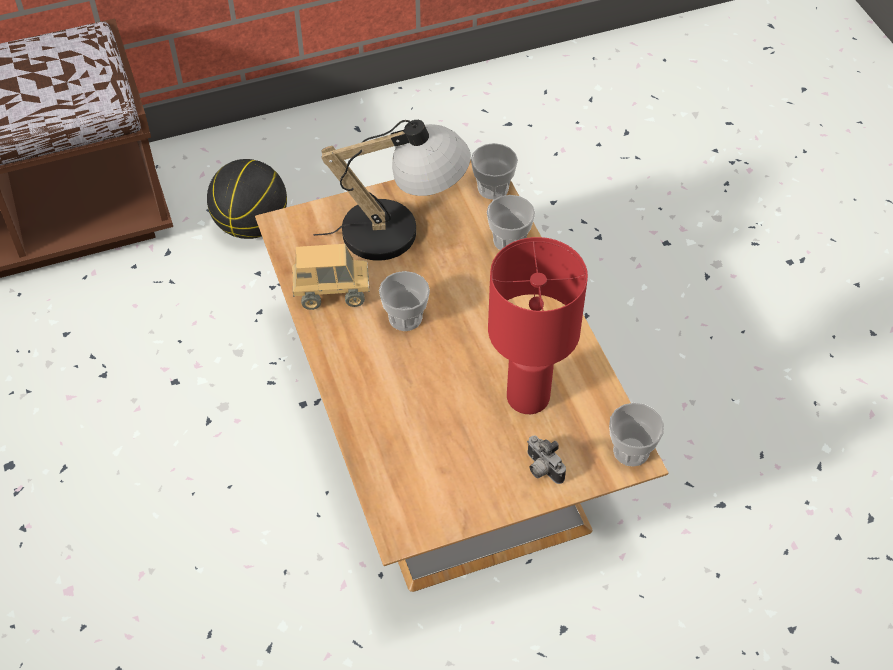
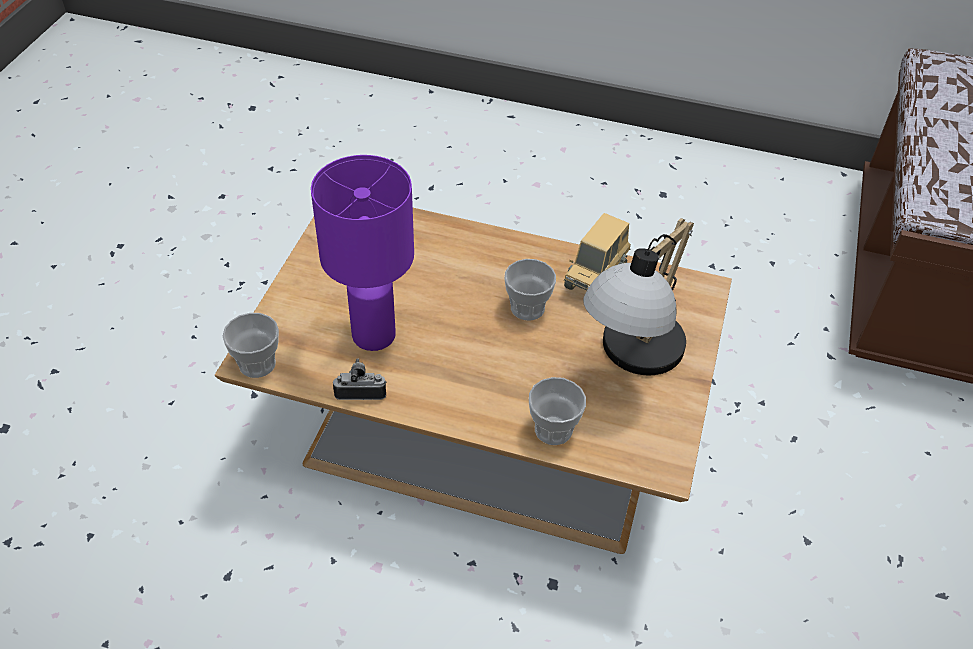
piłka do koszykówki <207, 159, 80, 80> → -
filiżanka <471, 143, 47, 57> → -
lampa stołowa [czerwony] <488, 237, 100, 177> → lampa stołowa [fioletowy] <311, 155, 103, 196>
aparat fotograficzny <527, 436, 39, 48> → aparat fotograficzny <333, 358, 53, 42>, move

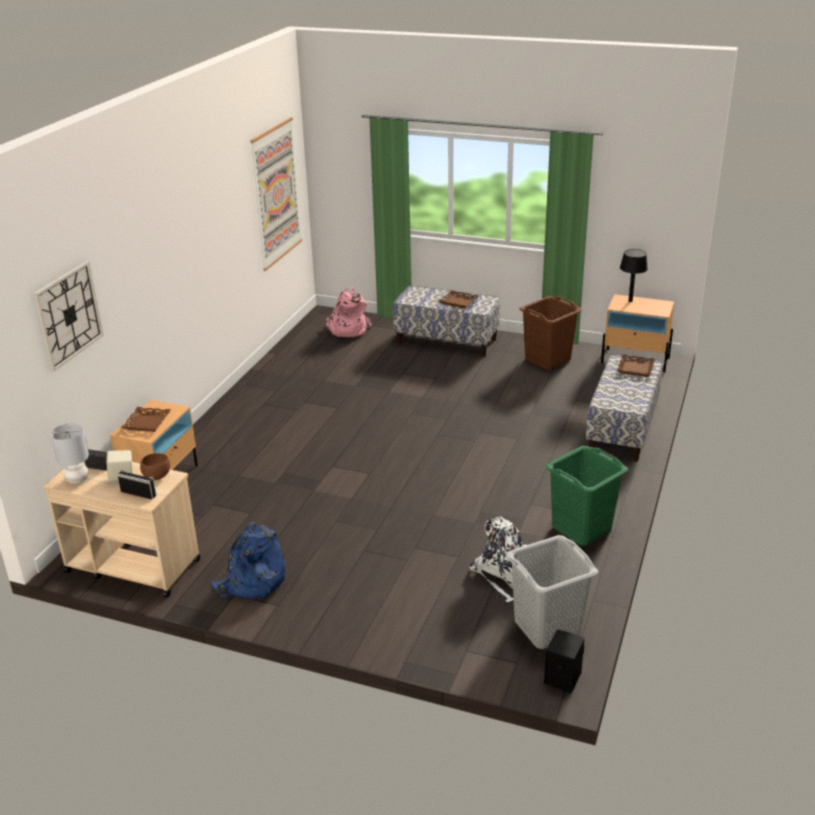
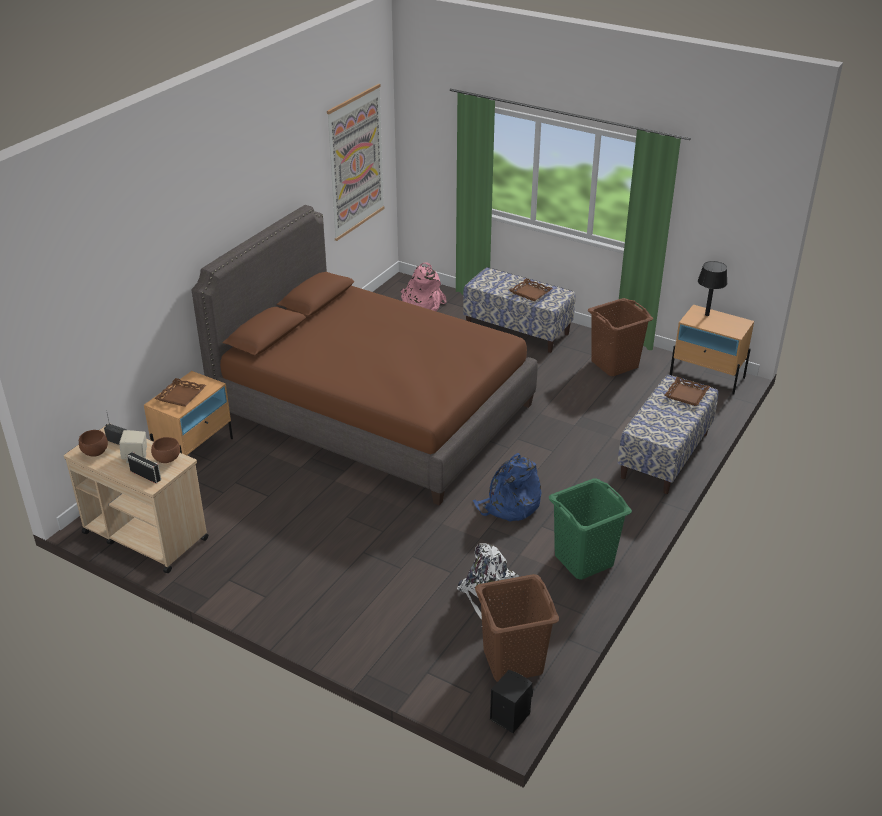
zegar ścienny <33, 261, 71, 111> → -
lampa stołowa [szary] <50, 423, 39, 61> → miska [brązowy] <79, 430, 29, 27>
plecak [niebieski] <211, 522, 74, 78> → plecak [niebieski] <473, 453, 68, 69>, move
kosz na pranie [szary] <506, 535, 92, 114> → kosz na pranie [brązowy] <475, 574, 84, 108>
- → łóżko [brązowy] <191, 205, 347, 300>

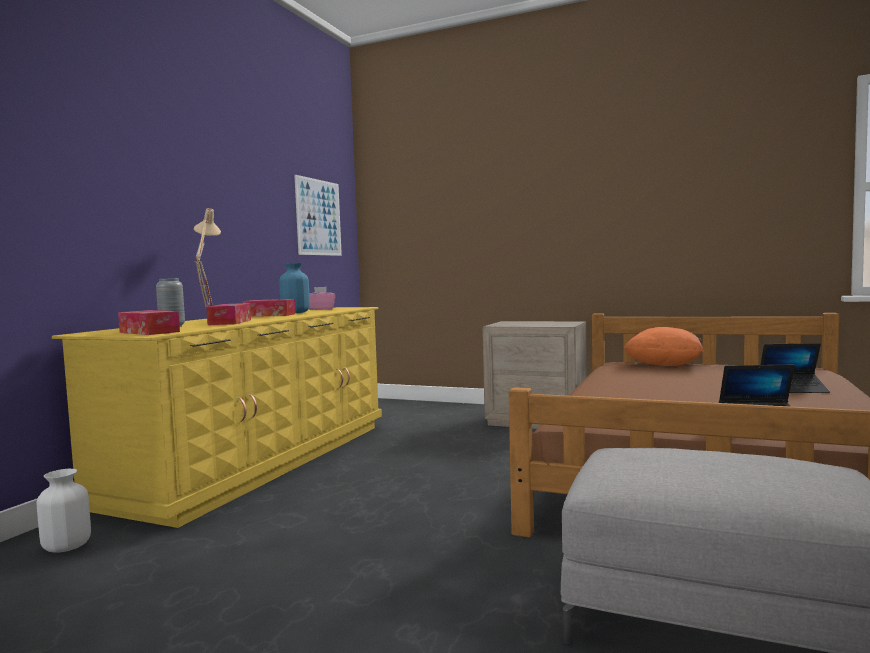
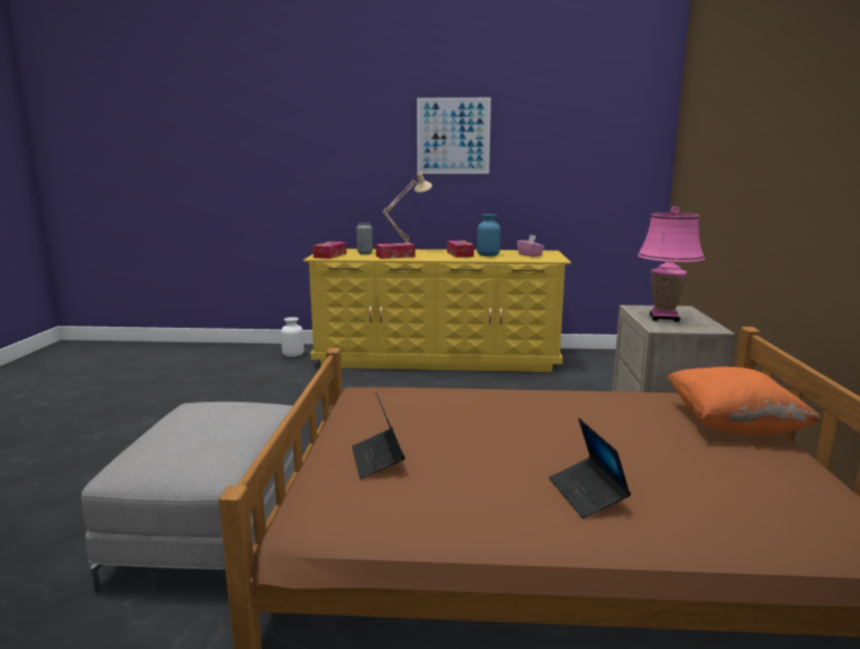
obraz <294, 175, 48, 81> → obraz <417, 97, 74, 77>, move
- → lampa stołowa [różowy] <637, 206, 68, 116>

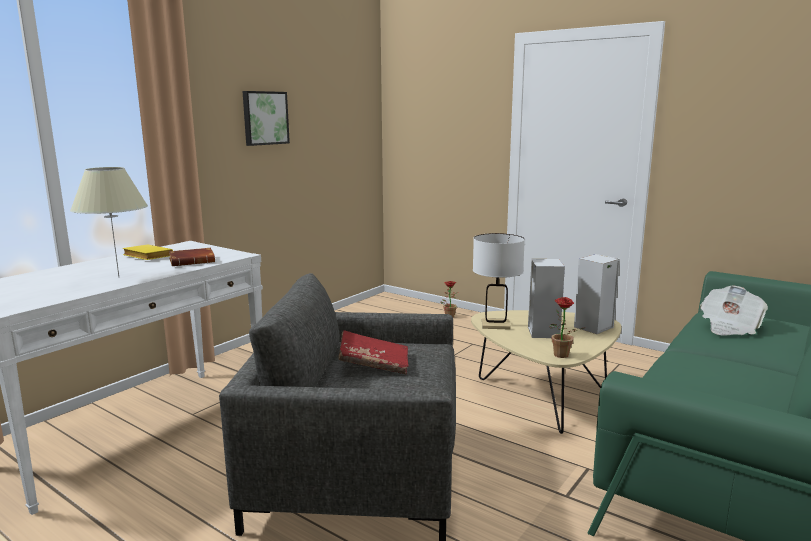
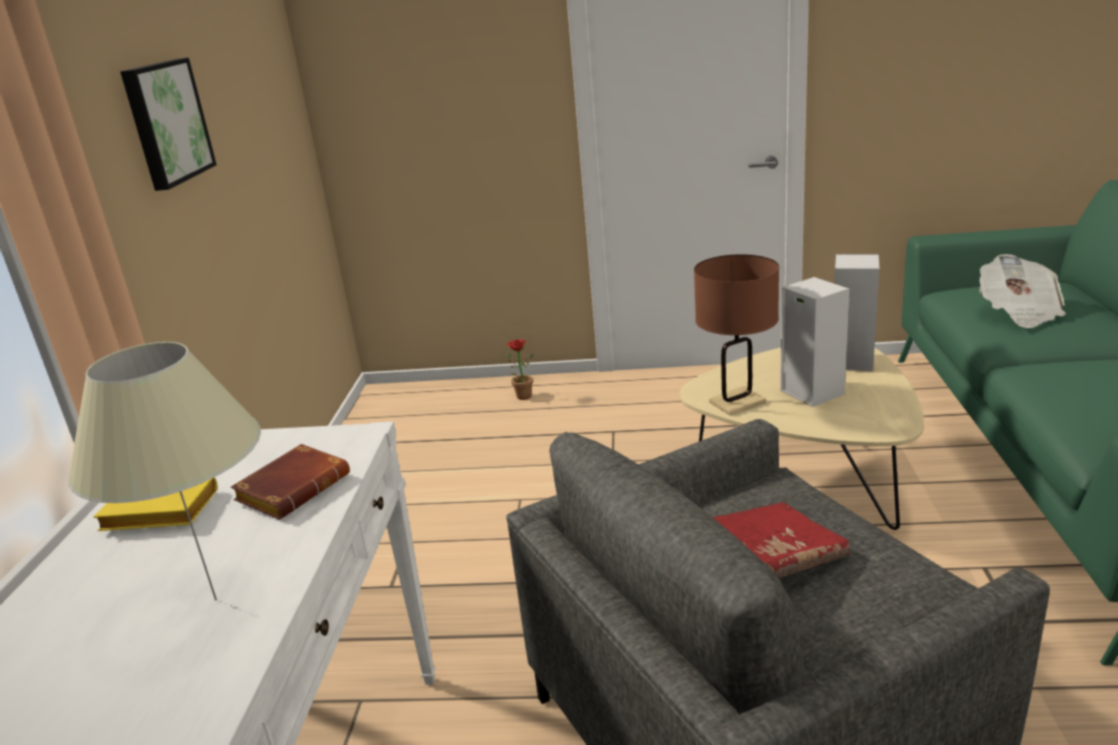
lampa stołowa [biały] <473, 233, 52, 96> → lampa stołowa [brązowy] <694, 254, 85, 162>
roślina doniczkowa <550, 297, 34, 61> → -

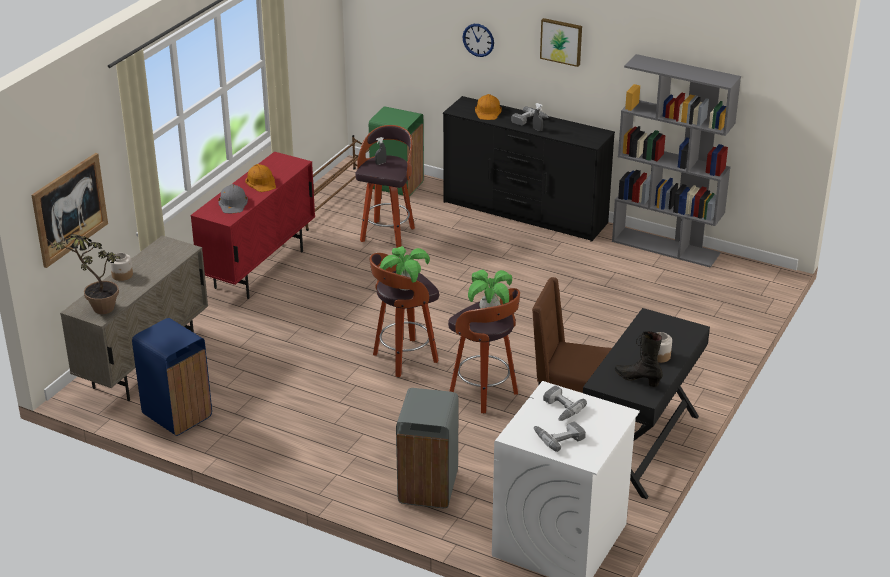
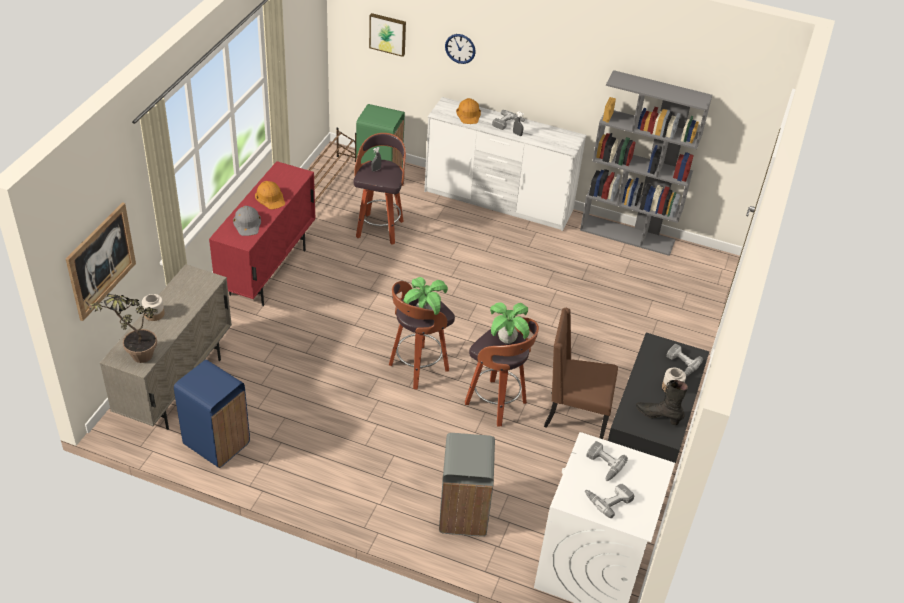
komoda [czarny] <443, 96, 172, 146> → komoda [biały] <424, 97, 162, 134>
obraz <540, 18, 42, 49> → obraz <369, 13, 37, 44>, move
- → wiertarka <666, 344, 37, 33>

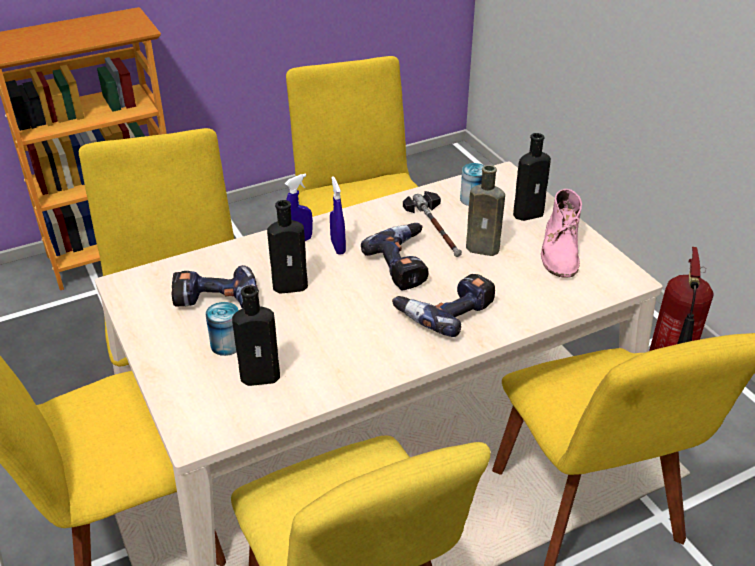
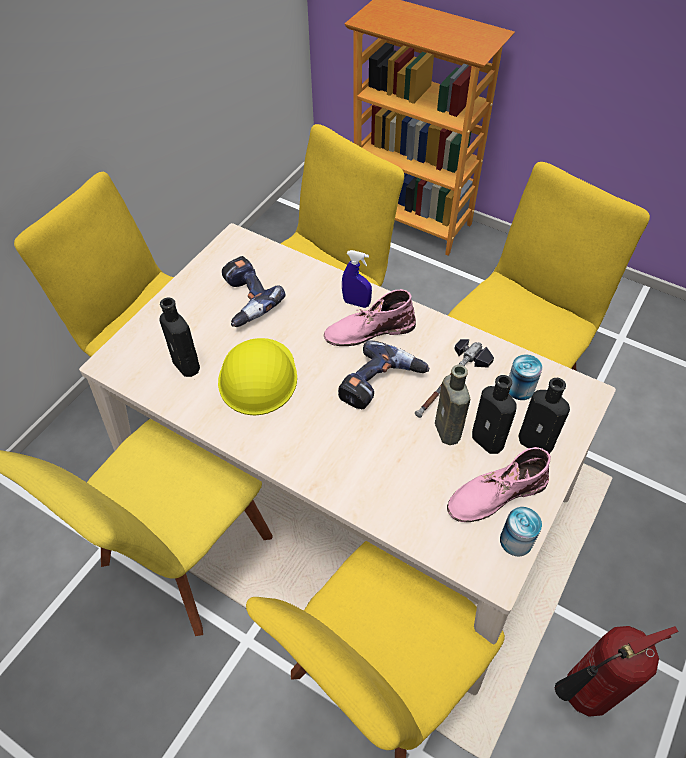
puszka <206, 302, 33, 54> → puszka <500, 507, 42, 49>, move
butelka [czarny] <267, 200, 41, 94> → butelka [czarny] <472, 375, 45, 79>, move
spryskiwacz [niebieski] <330, 176, 16, 79> → but z cholewką [różowy] <324, 289, 92, 57>
wiertarka <392, 274, 103, 63> → -
- → kask [żółty] <218, 338, 79, 77>

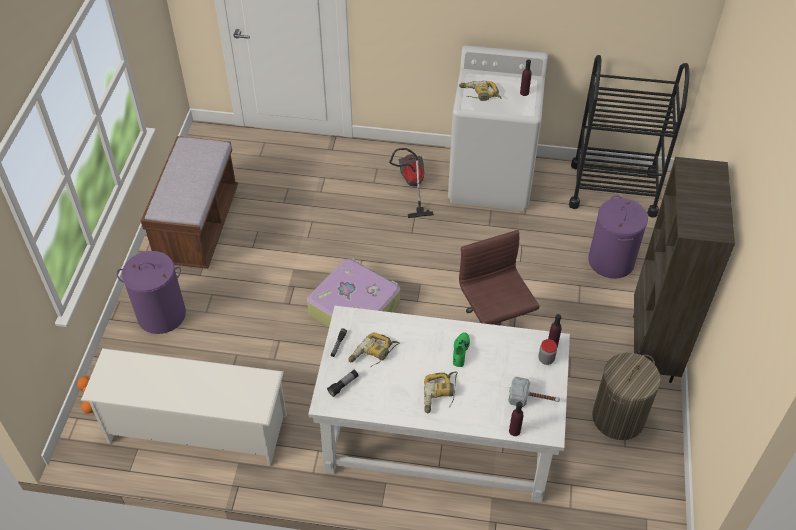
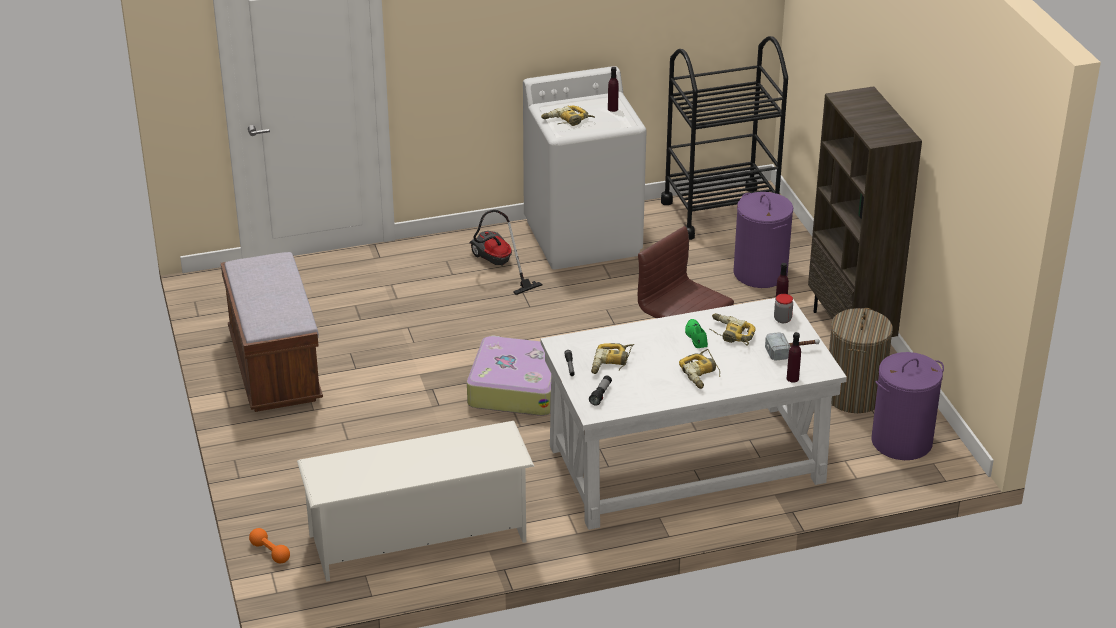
kosz na pranie [fioletowy] <117, 251, 69, 83> → kosz na pranie [fioletowy] <871, 352, 73, 108>, move
- → wiertarka <709, 313, 47, 33>

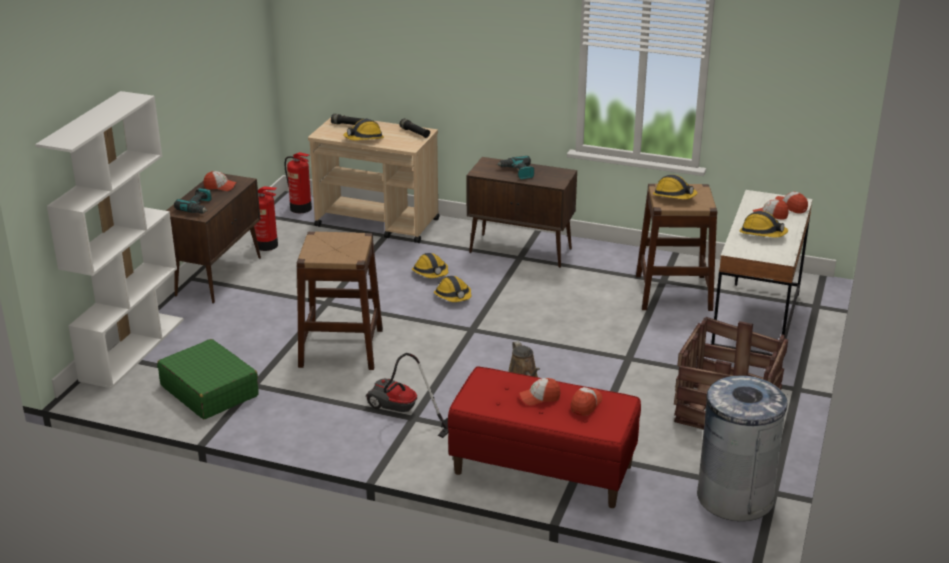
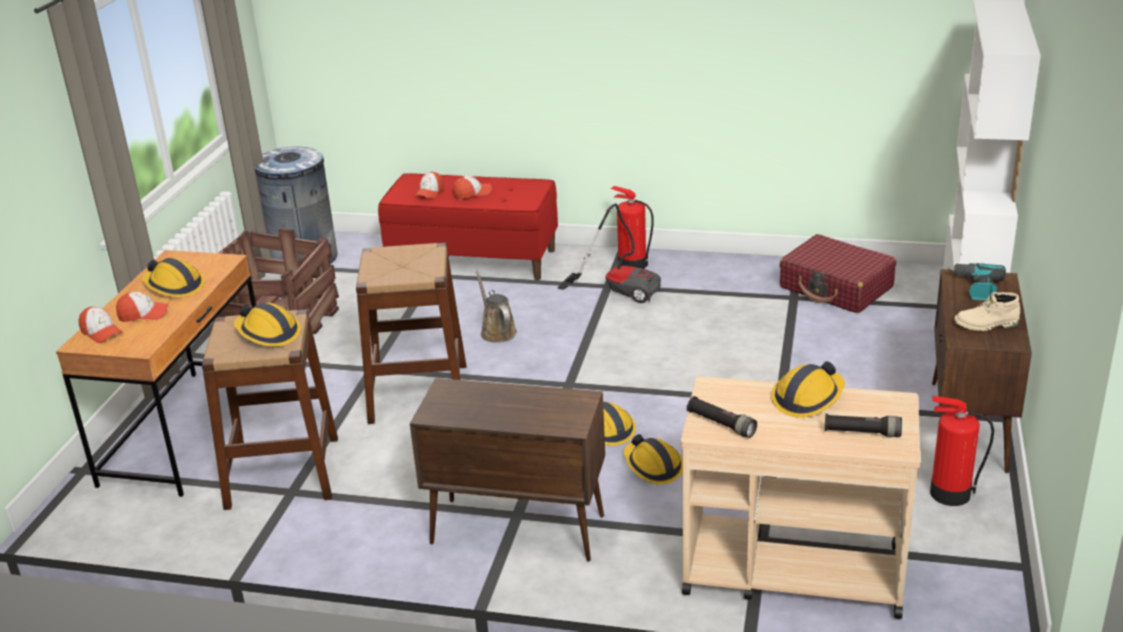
walizka [zielony] <157, 339, 102, 80> → walizka [czerwony] <779, 234, 117, 79>
czapka z daszkiem <204, 171, 33, 20> → but z cholewką [beżowy] <954, 292, 66, 39>
gaśnica <284, 152, 28, 61> → gaśnica <611, 186, 43, 83>, move
stołek [brązowy] <297, 232, 86, 138> → stołek [brązowy] <356, 243, 110, 181>, move
wiertarka <496, 156, 38, 23> → -
biurko [biały] <711, 190, 102, 166> → biurko [brązowy] <56, 250, 200, 247>

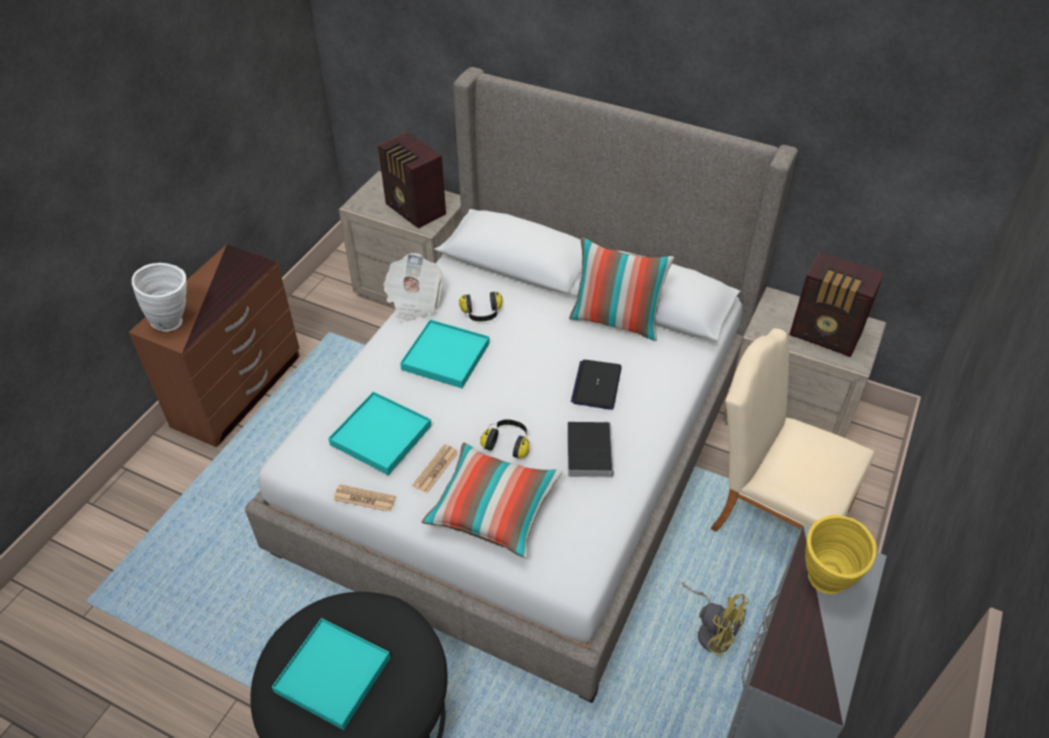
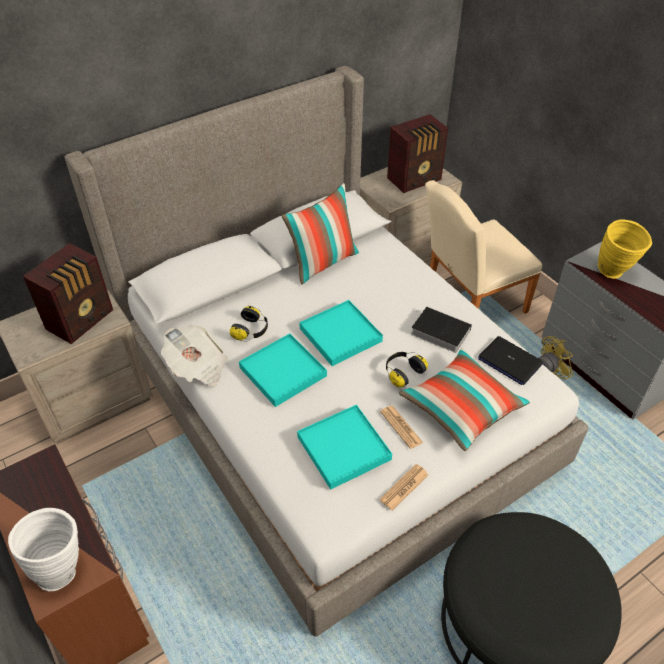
taca [turkusowy] <272, 618, 118, 112> → taca [turkusowy] <299, 300, 84, 66>, move
radio <378, 132, 68, 97> → radio <23, 243, 90, 101>, 45 degrees counterclockwise
laptop <571, 360, 51, 50> → laptop <478, 336, 65, 49>, move

